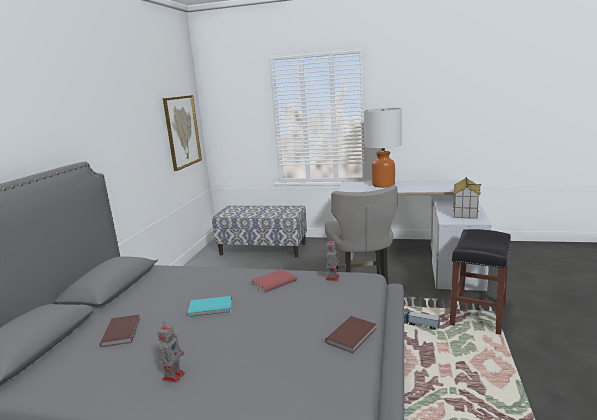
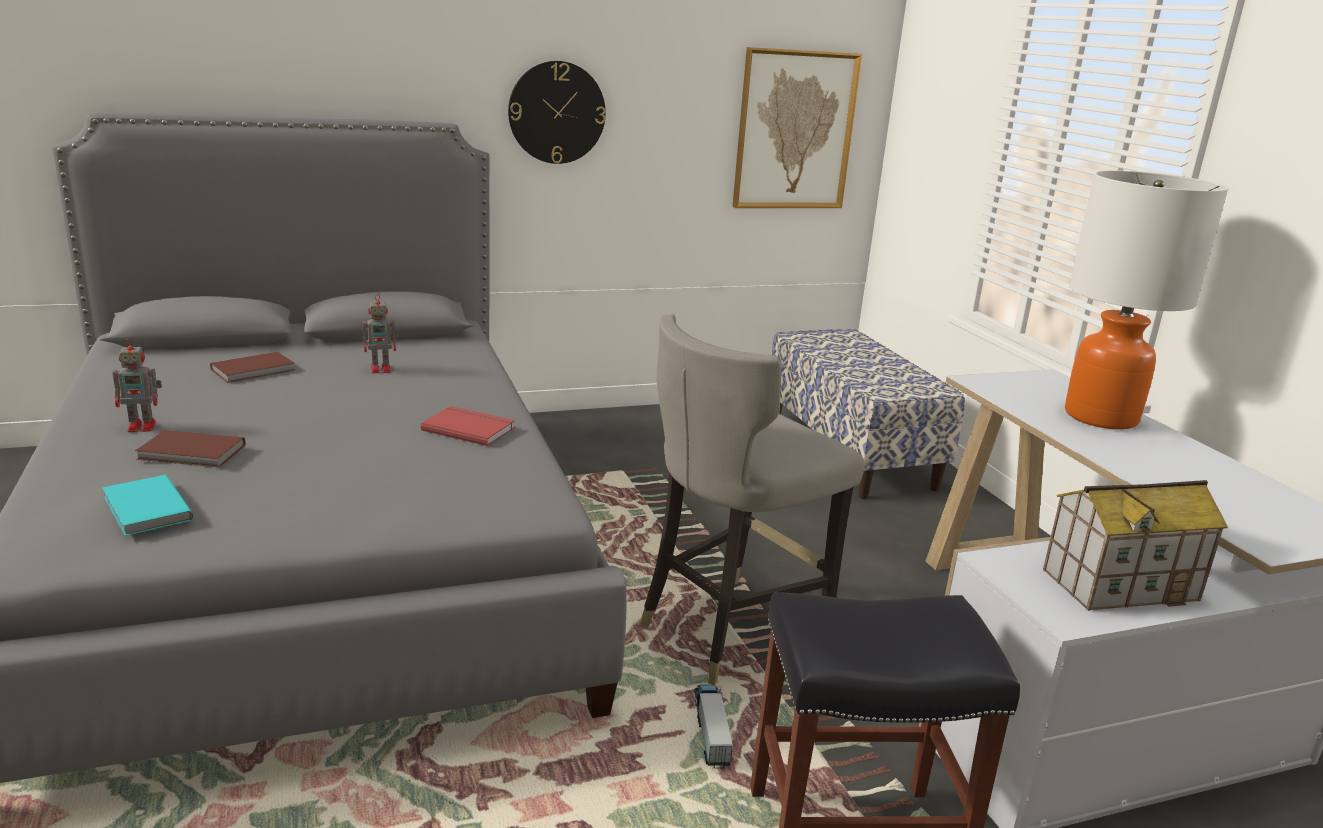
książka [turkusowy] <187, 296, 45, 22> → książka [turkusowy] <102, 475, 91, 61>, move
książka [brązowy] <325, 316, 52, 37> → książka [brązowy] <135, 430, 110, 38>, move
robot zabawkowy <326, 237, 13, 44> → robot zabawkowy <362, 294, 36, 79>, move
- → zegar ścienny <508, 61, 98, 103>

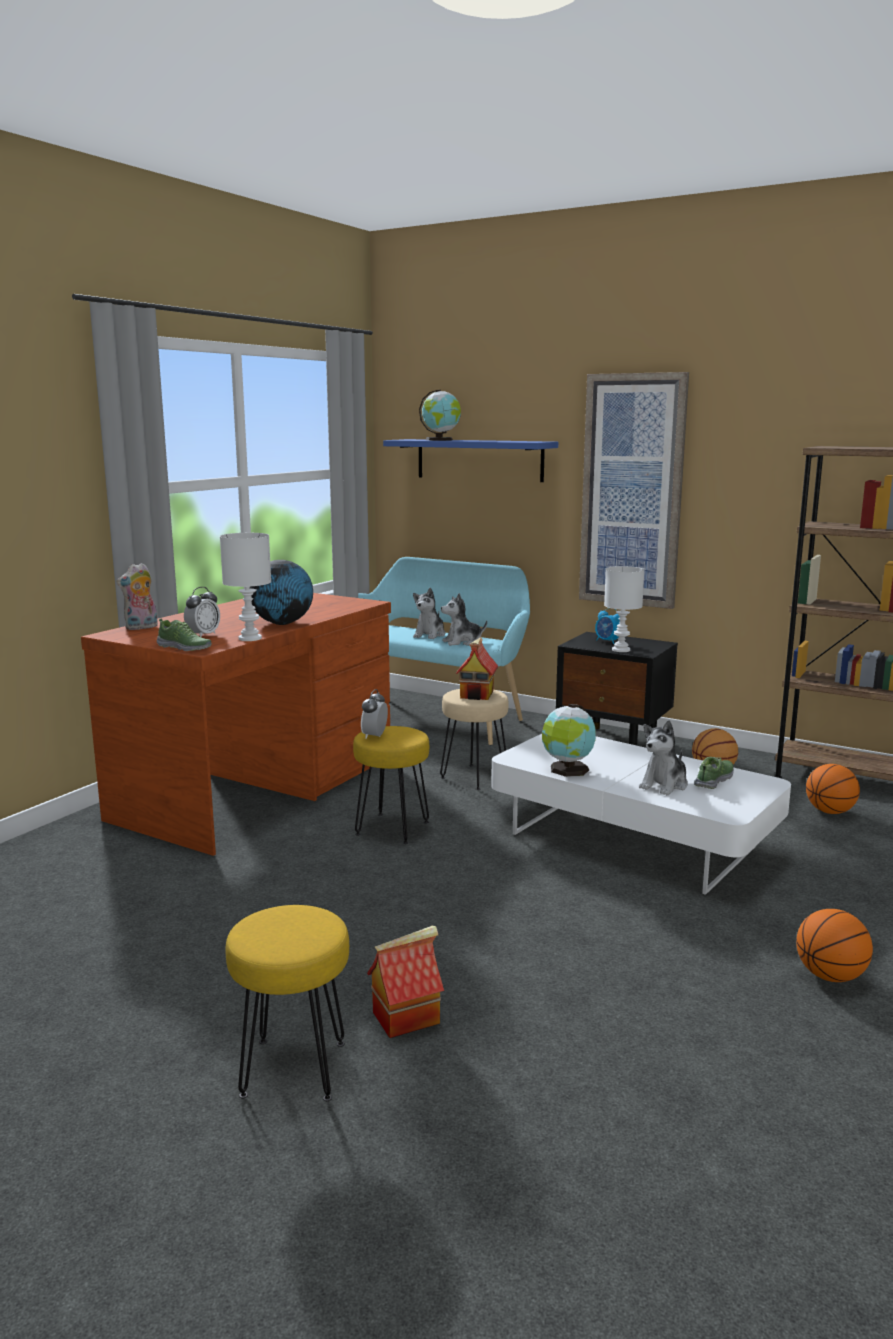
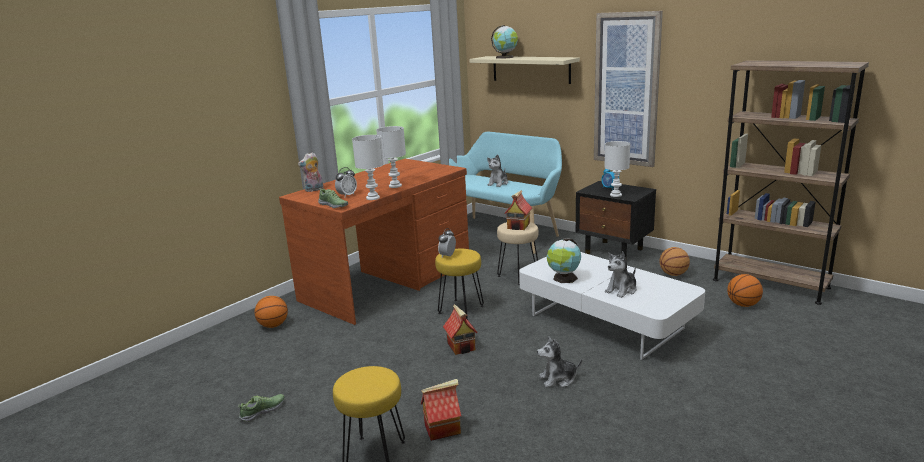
globus <250, 560, 63, 65> → lampa stołowa [biały] <376, 126, 30, 62>
półka [niebieski] <383, 439, 175, 43> → półka [beżowy] <469, 56, 111, 28>
pluszak <441, 593, 46, 53> → pluszak <537, 336, 45, 52>, move
but <694, 757, 40, 32> → but <238, 394, 46, 28>, move
piłka do koszykówki <796, 909, 77, 73> → piłka do koszykówki <255, 296, 33, 32>, move
- → domek <443, 304, 35, 51>

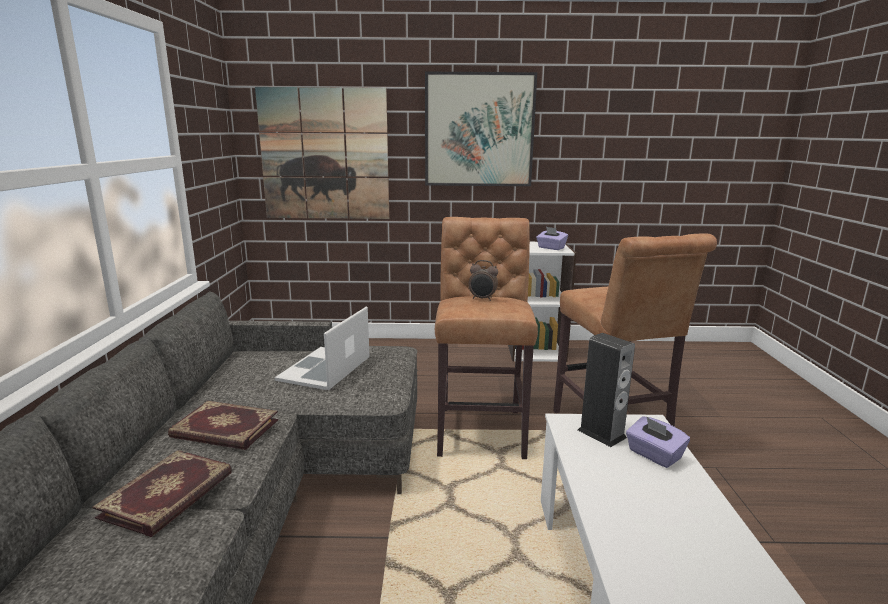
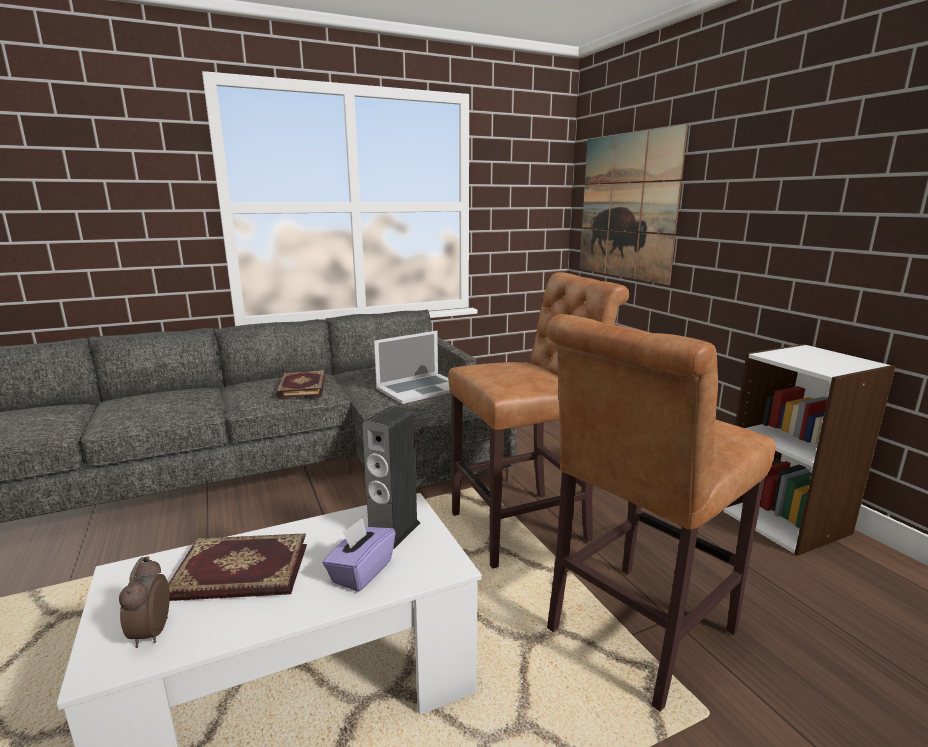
książka <92, 450, 140, 87> → książka <168, 533, 139, 68>, move
laptop <275, 307, 95, 83> → laptop <374, 331, 76, 73>, 150 degrees clockwise
obraz <425, 71, 112, 115> → -
budzik <468, 260, 30, 41> → budzik <119, 556, 51, 92>, move
pudełko chusteczek [fioletowy] <536, 227, 32, 23> → -

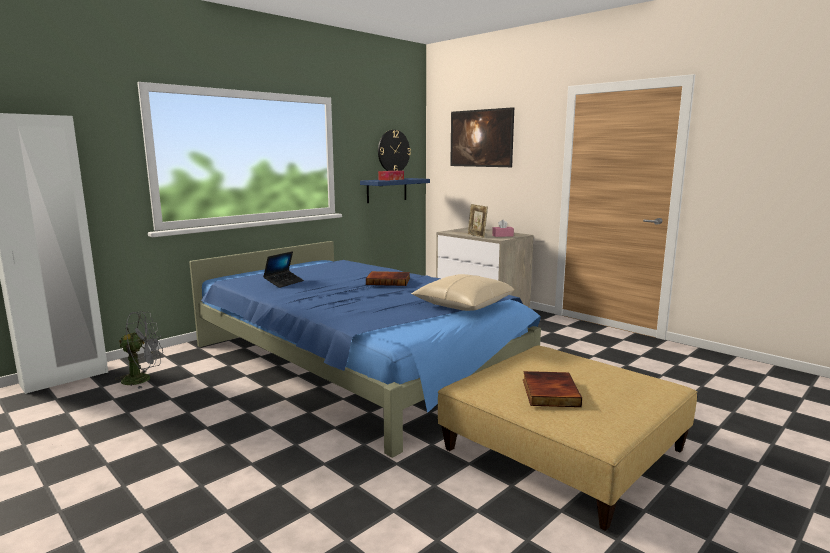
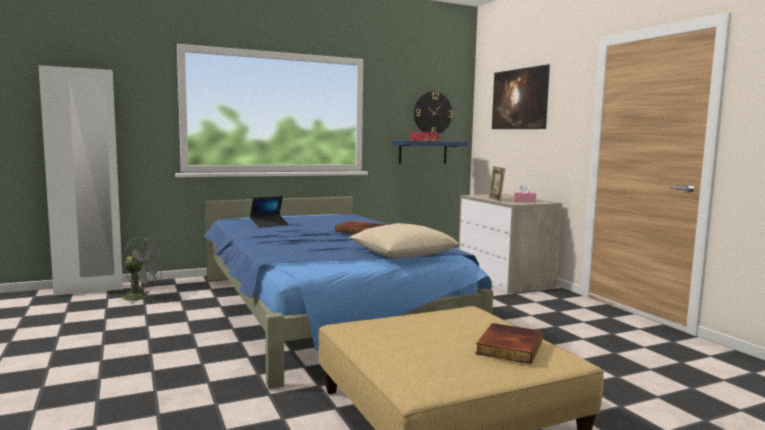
książka <523, 371, 59, 36> → książka <475, 323, 68, 41>, move

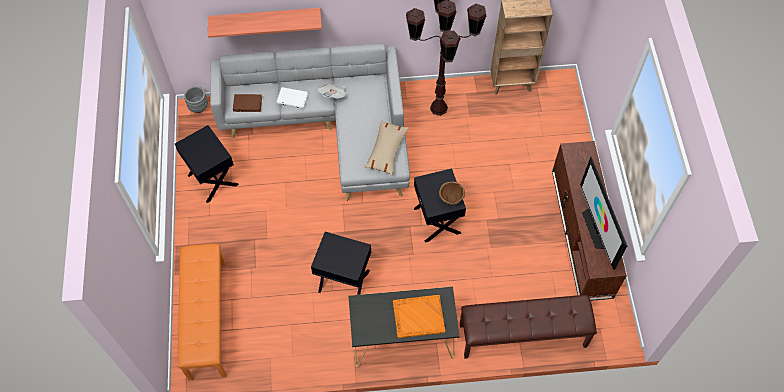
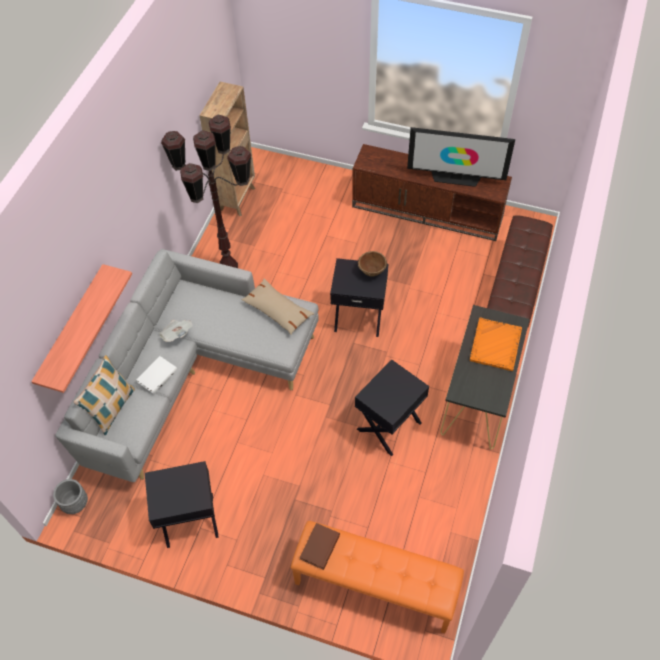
książka [brązowy] <233, 94, 29, 18> → książka [brązowy] <300, 523, 40, 47>, move
- → poduszka <74, 355, 61, 80>

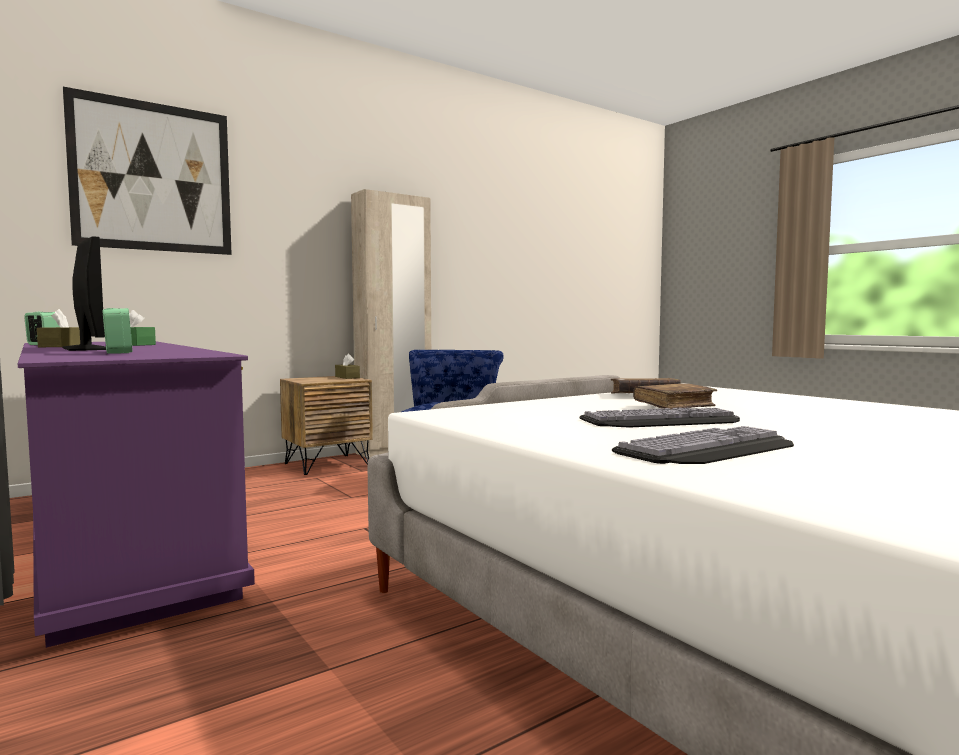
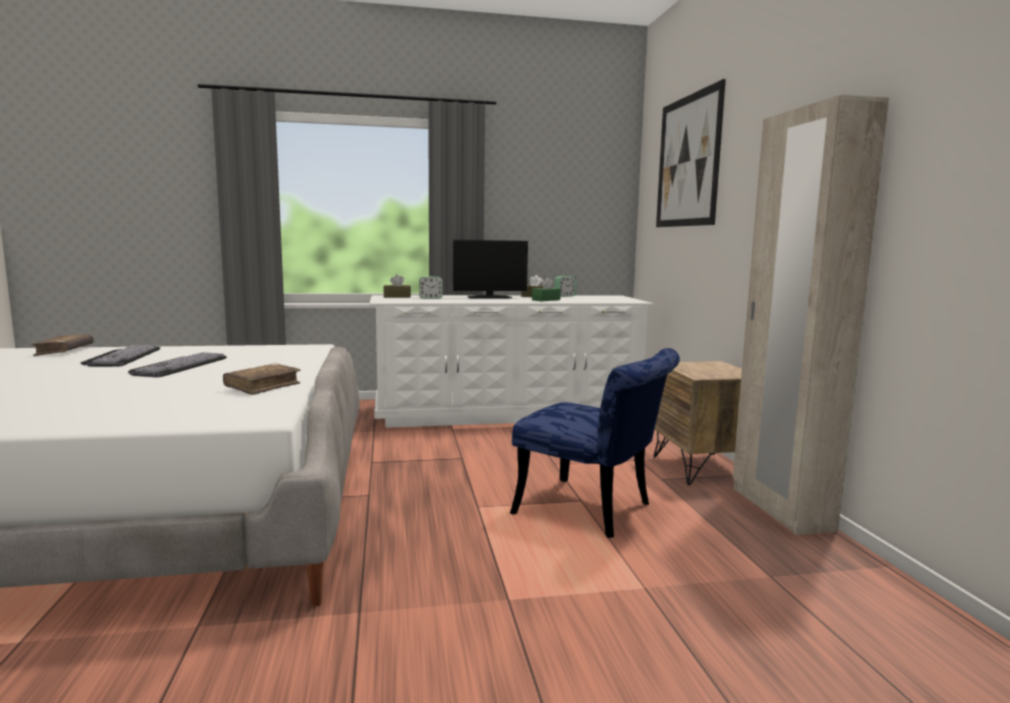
komoda [fioletowy] <18, 341, 237, 307> → komoda [biały] <369, 295, 285, 133>
pudełko chusteczek [brązowy] <335, 354, 25, 25> → pudełko chusteczek [brązowy] <383, 274, 28, 24>, move
książka [brązowy] <633, 383, 84, 26> → książka [brązowy] <31, 334, 63, 22>, move

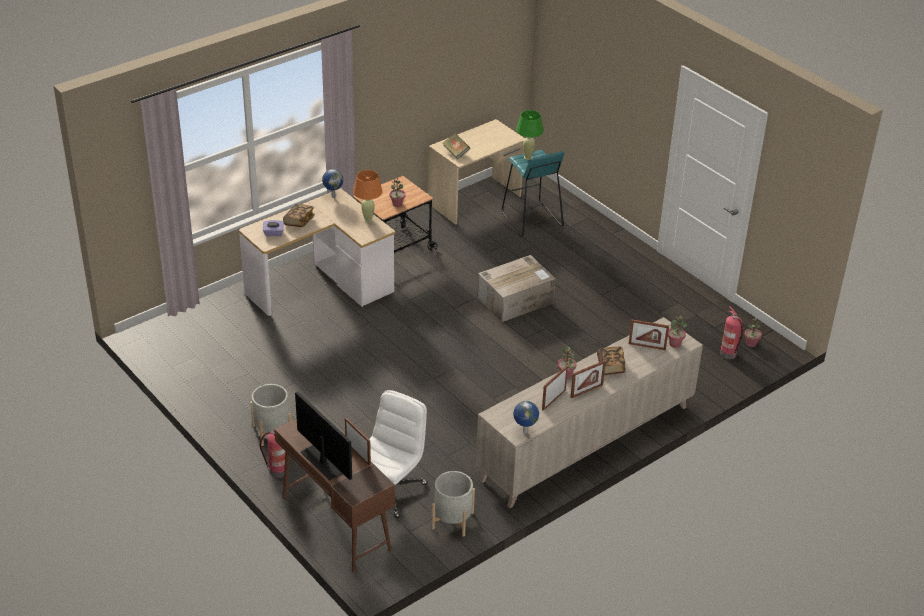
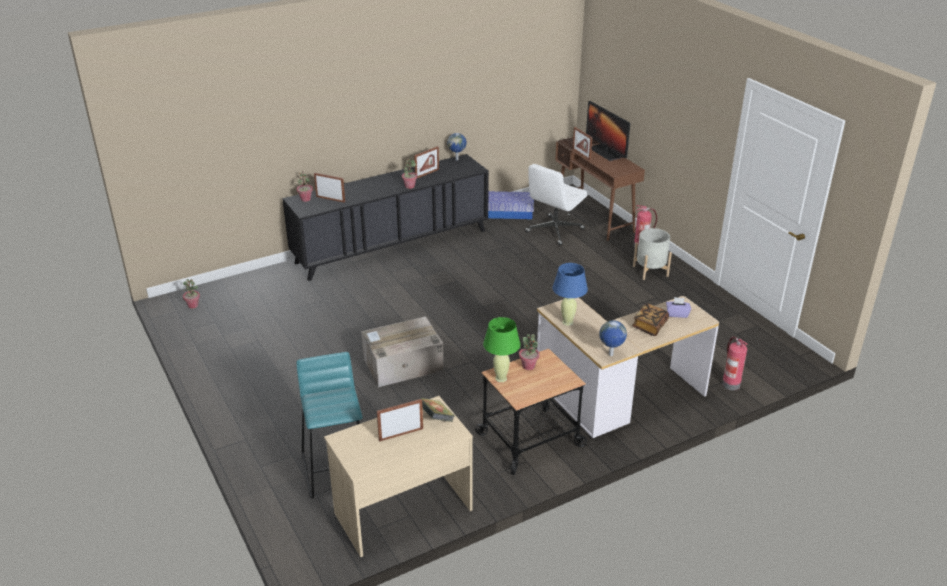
lampa stołowa [pomarańczowy] <353, 170, 30, 53> → lampa stołowa [niebieski] <552, 263, 36, 63>
donica [szary] <432, 471, 43, 66> → pojemnik do przechowywania <488, 191, 46, 28>
szafka [beżowy] <476, 317, 227, 191> → szafka [czarny] <282, 154, 207, 127>
lampa stołowa [zielony] <516, 110, 28, 50> → lampa stołowa [zielony] <483, 317, 37, 65>, move
ramka na zdjęcie <571, 360, 35, 38> → ramka na zdjęcie <377, 399, 46, 43>, move
książka <597, 347, 28, 28> → -
gaśnica <720, 306, 23, 53> → gaśnica <722, 337, 26, 53>, move

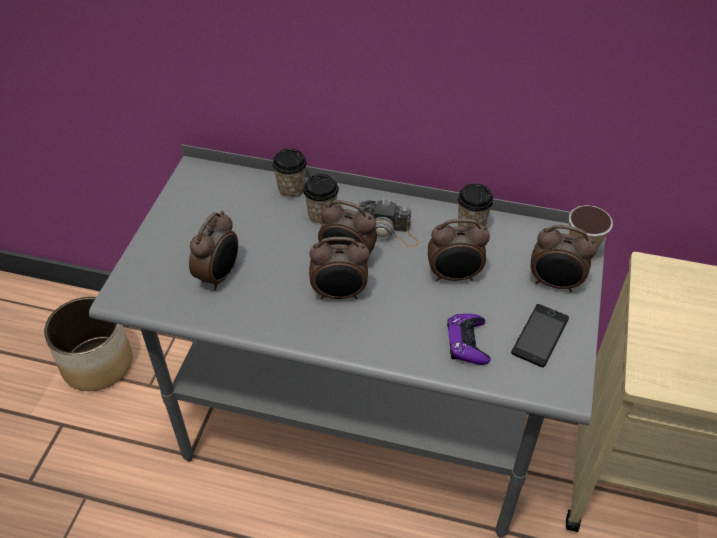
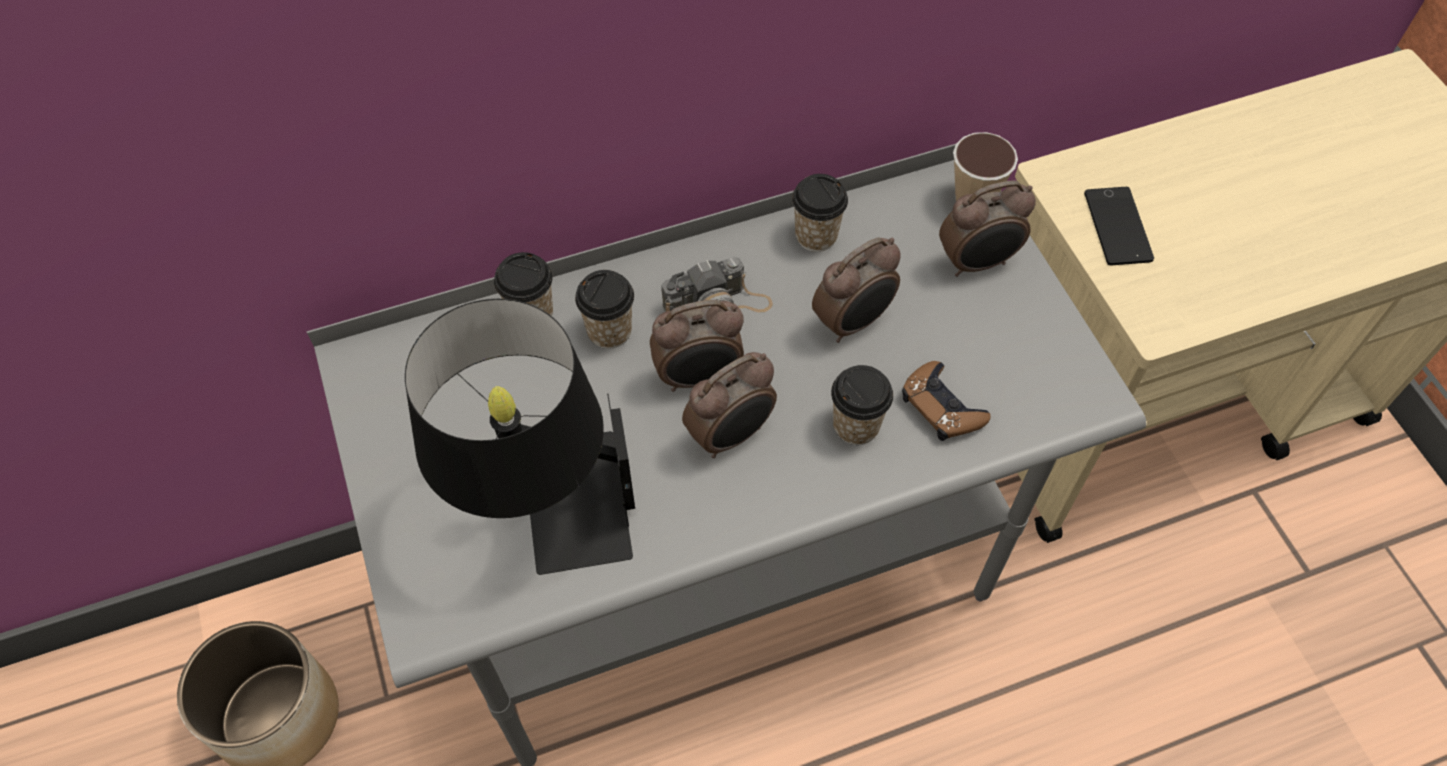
budzik <189, 211, 49, 79> → lampa stołowa [czarny] <405, 299, 230, 276>
pad do gier [fioletowy] <447, 314, 44, 51> → pad do gier [brązowy] <902, 361, 88, 80>
telefon <511, 304, 58, 63> → telefon <1084, 187, 70, 78>, move
- → filiżanka <831, 365, 62, 80>

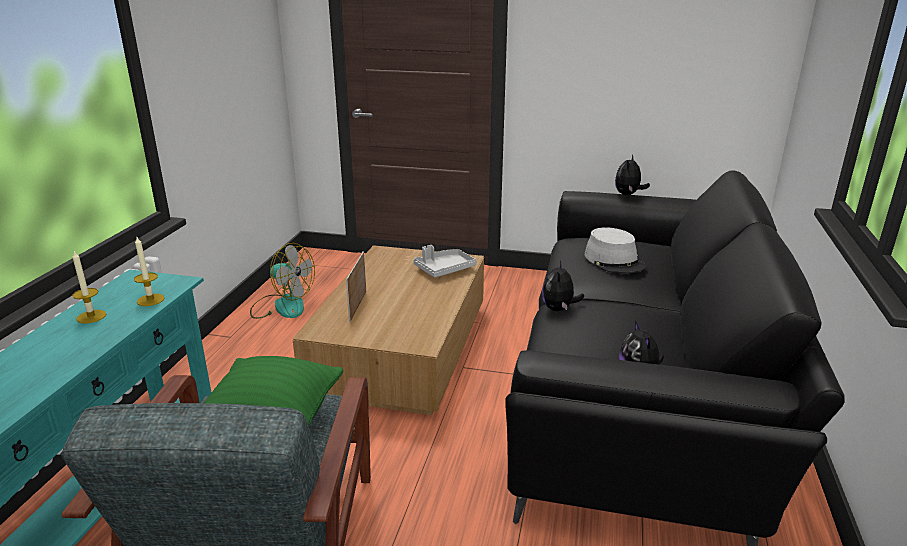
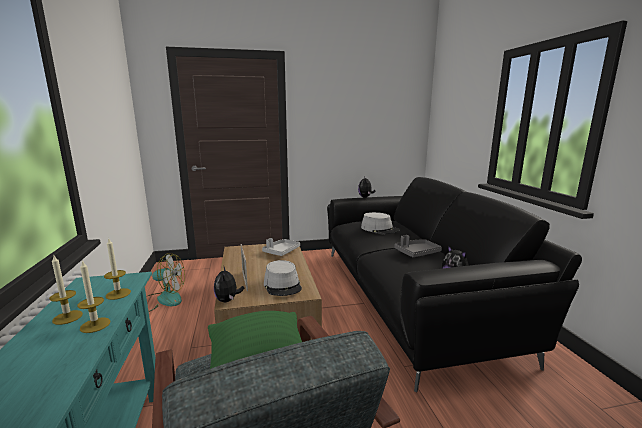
pluszak <542, 261, 42, 50> → pluszak <214, 267, 30, 35>, move
- → świeca <77, 260, 33, 73>
- → kapelusz [szary] <264, 260, 38, 36>
- → taca [szary] <394, 235, 48, 22>

